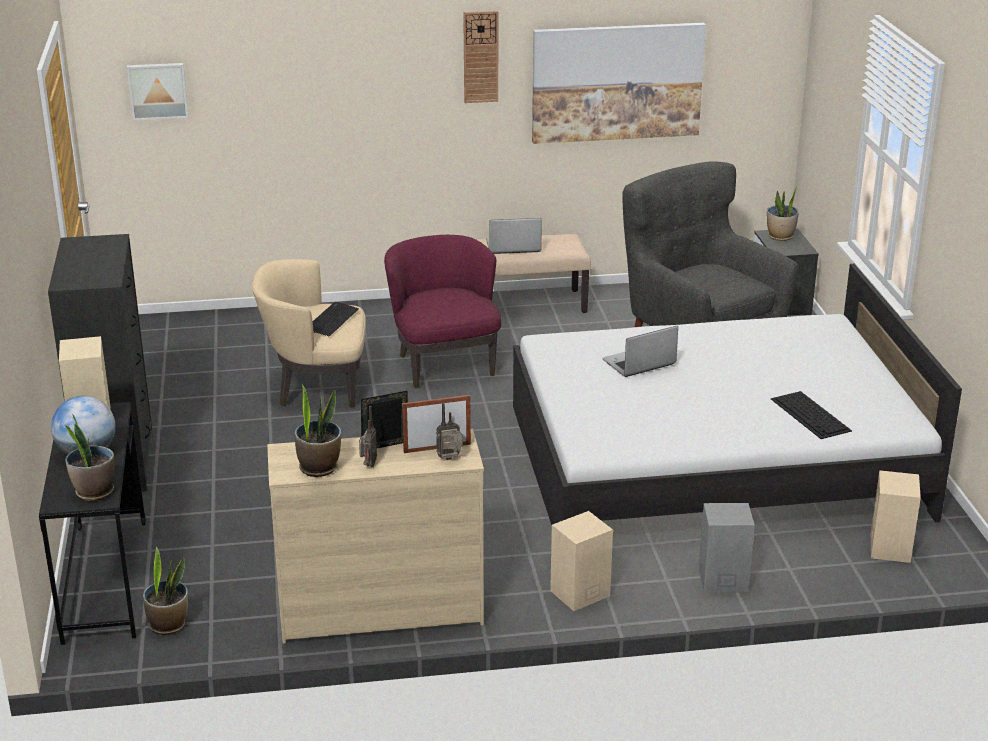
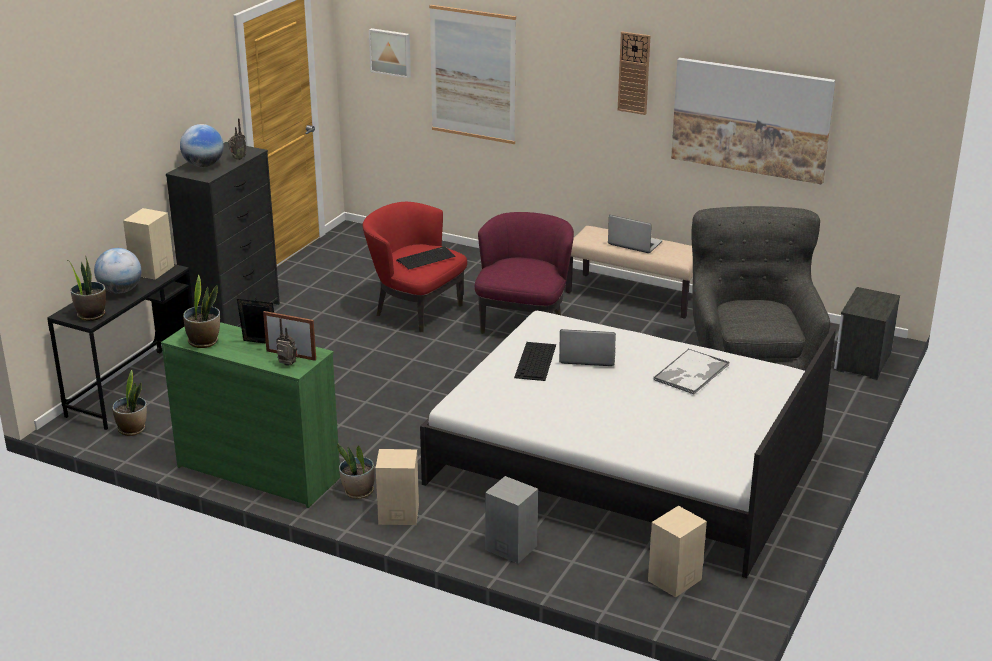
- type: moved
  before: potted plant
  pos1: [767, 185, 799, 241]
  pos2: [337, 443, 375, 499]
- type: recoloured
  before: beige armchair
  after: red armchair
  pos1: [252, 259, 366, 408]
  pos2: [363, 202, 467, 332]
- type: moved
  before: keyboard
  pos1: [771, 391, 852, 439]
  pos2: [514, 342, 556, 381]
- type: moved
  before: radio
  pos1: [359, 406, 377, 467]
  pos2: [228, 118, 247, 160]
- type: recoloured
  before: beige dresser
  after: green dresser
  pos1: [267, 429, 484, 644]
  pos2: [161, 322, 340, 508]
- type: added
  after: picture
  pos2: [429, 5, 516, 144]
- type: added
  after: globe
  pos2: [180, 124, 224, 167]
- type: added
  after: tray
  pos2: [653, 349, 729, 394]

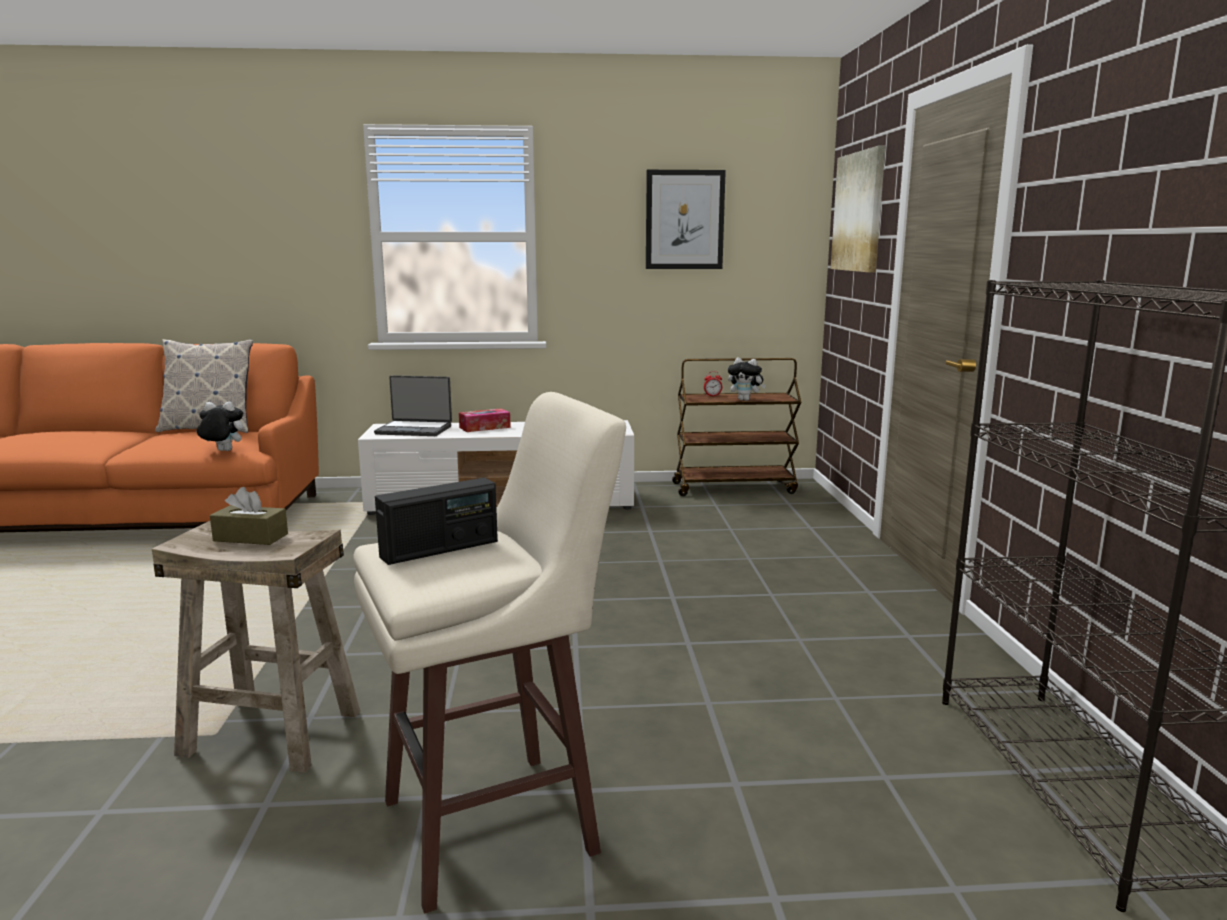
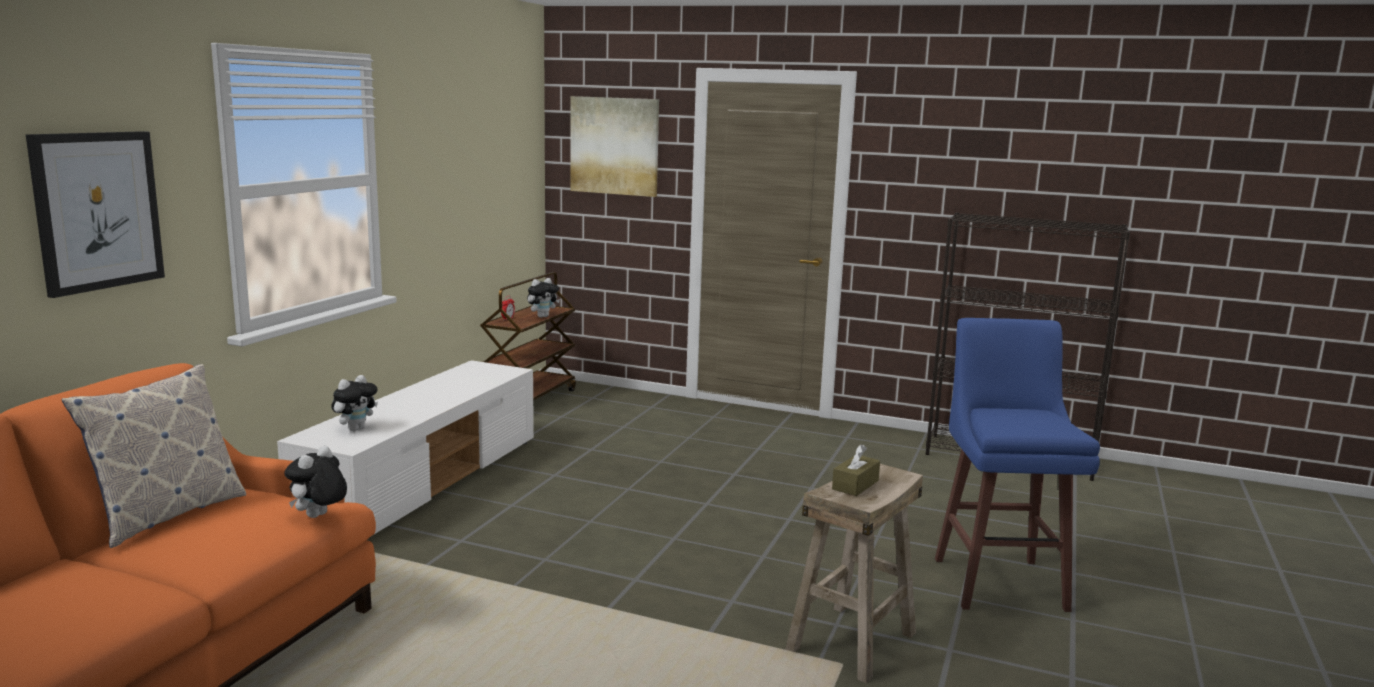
- type: moved
  before: picture
  pos1: [646, 170, 726, 269]
  pos2: [26, 131, 165, 298]
- type: replaced
  before: laptop
  after: plush toy
  pos1: [374, 375, 452, 436]
  pos2: [331, 375, 378, 431]
- type: recoloured
  before: beige stool
  after: blue stool
  pos1: [353, 392, 626, 914]
  pos2: [935, 318, 1100, 612]
- type: removed
  before: tissue box
  pos1: [459, 408, 511, 432]
- type: removed
  before: radio
  pos1: [375, 478, 498, 565]

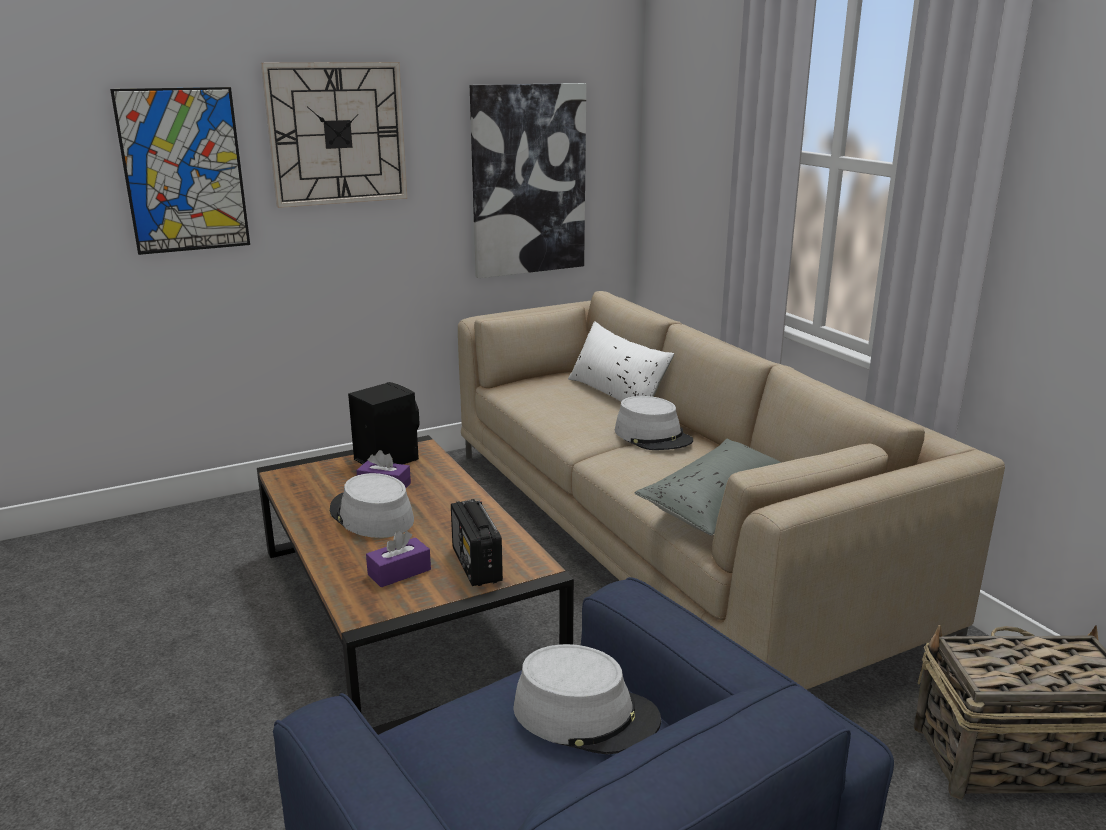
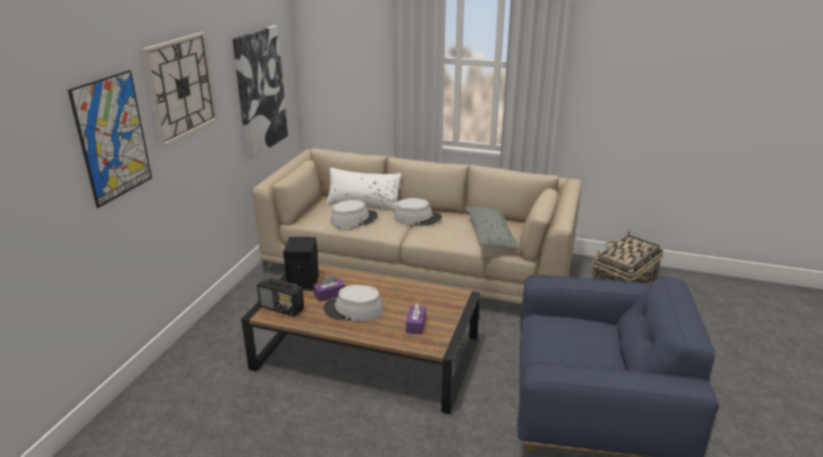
- type: moved
  before: radio
  pos1: [451, 499, 503, 586]
  pos2: [257, 277, 304, 317]
- type: moved
  before: grey hat
  pos1: [513, 644, 661, 755]
  pos2: [330, 200, 378, 228]

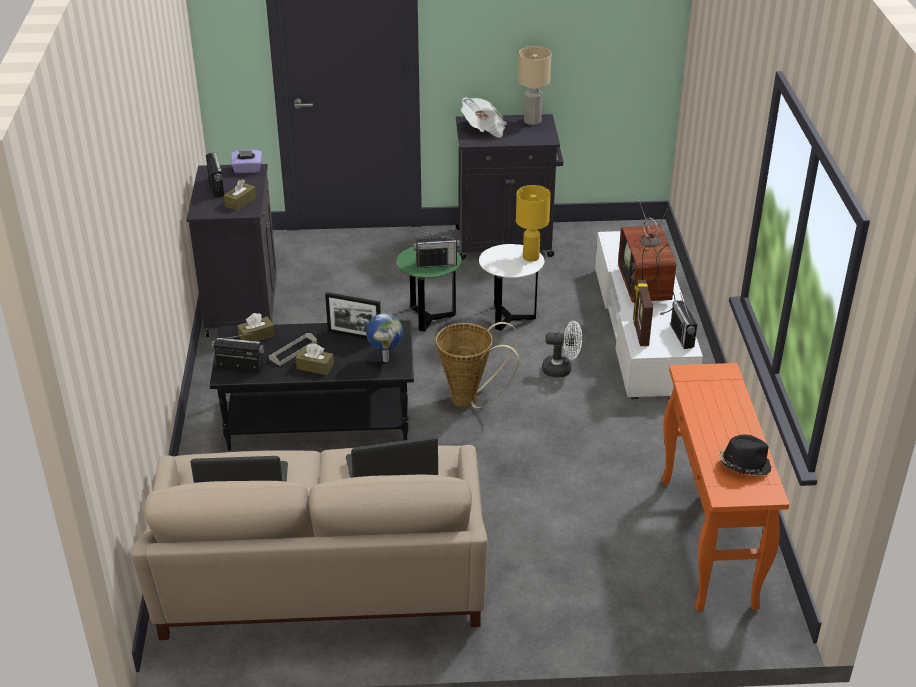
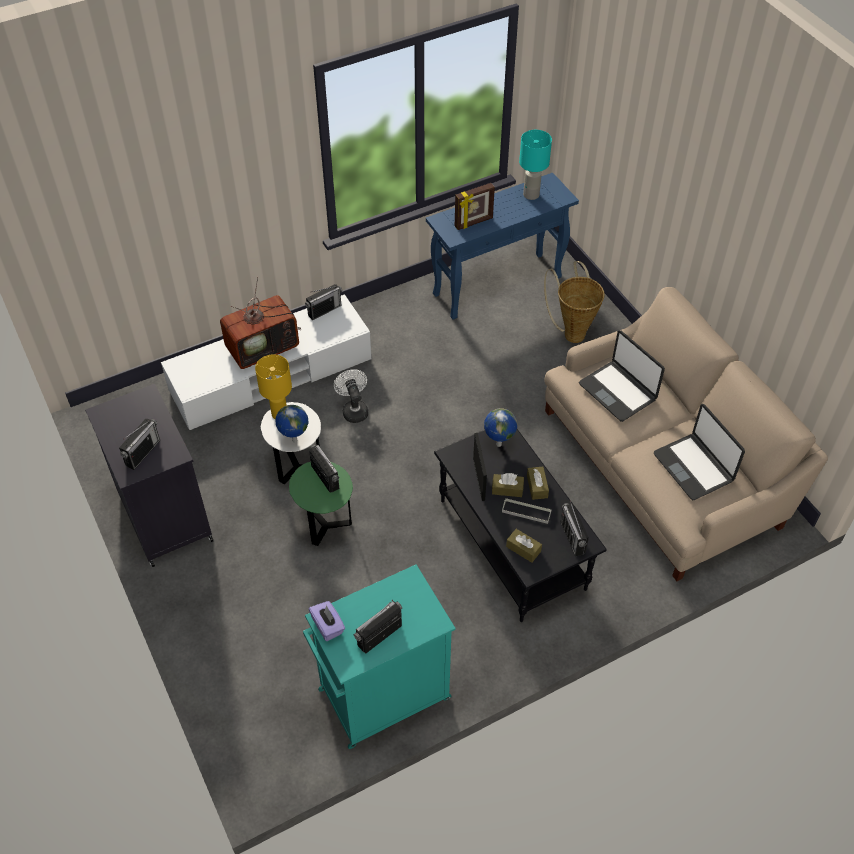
- type: removed
  before: beige table lamp
  pos1: [518, 46, 552, 125]
- type: replaced
  before: newspaper
  after: radio
  pos1: [461, 97, 507, 138]
  pos2: [119, 419, 160, 470]
- type: recoloured
  before: black cabinet
  after: turquoise cabinet
  pos1: [186, 164, 277, 337]
  pos2: [303, 564, 456, 749]
- type: moved
  before: brown tissue box
  pos1: [224, 179, 256, 211]
  pos2: [492, 473, 524, 497]
- type: moved
  before: picture frame
  pos1: [633, 280, 653, 346]
  pos2: [455, 183, 495, 230]
- type: moved
  before: basket
  pos1: [436, 322, 520, 408]
  pos2: [544, 261, 605, 343]
- type: recoloured
  before: orange console table
  after: blue console table
  pos1: [662, 363, 790, 612]
  pos2: [426, 173, 579, 320]
- type: replaced
  before: black hat
  after: turquoise table lamp
  pos1: [719, 435, 771, 476]
  pos2: [519, 130, 552, 200]
- type: added
  after: globe
  pos2: [275, 405, 308, 443]

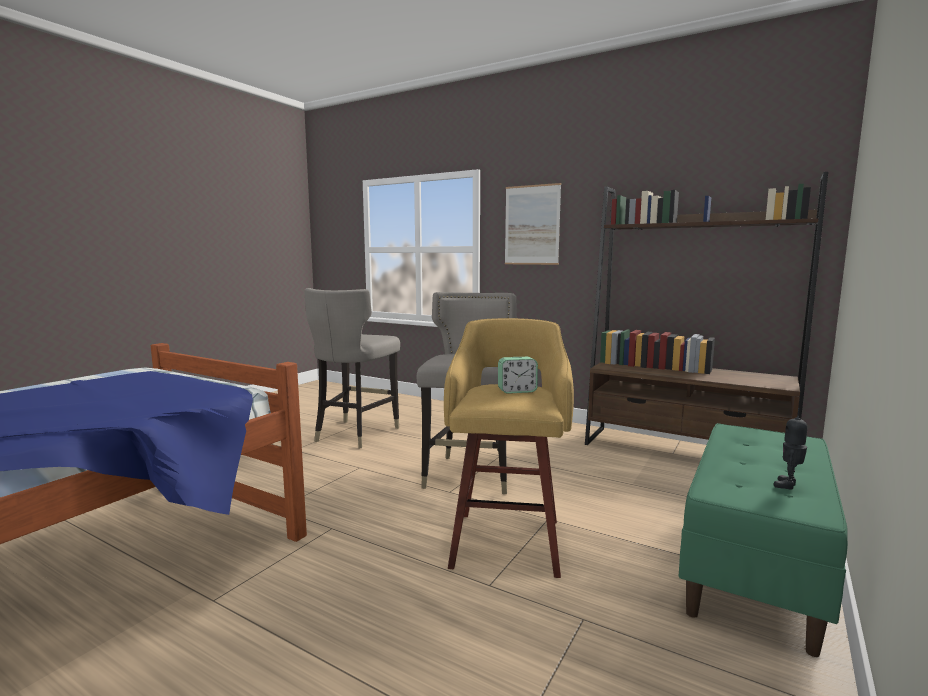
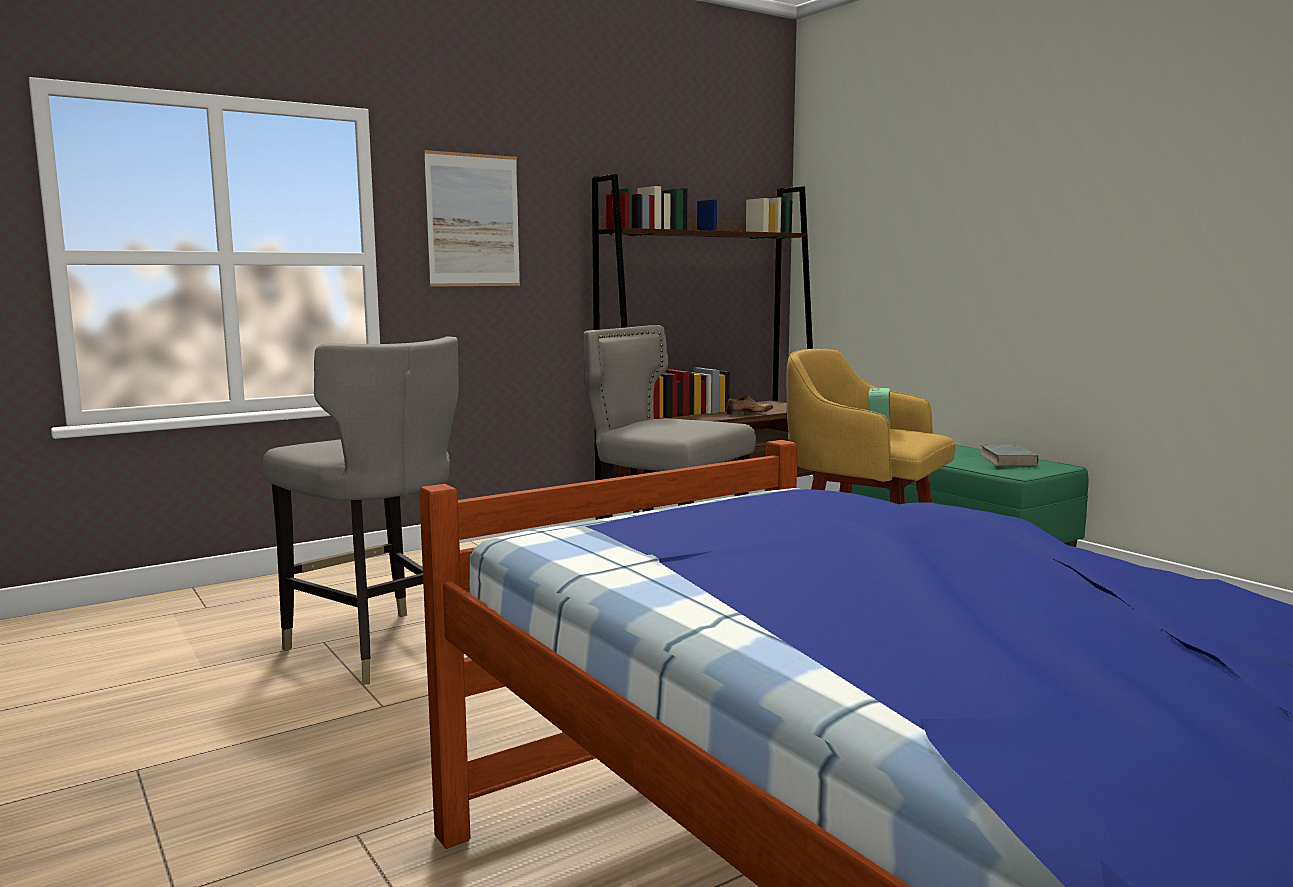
- type: replaced
  before: toy robot
  after: grey book
  pos1: [774, 408, 807, 489]
  pos2: [980, 445, 1038, 466]
- type: added
  after: shoe
  pos2: [727, 395, 773, 415]

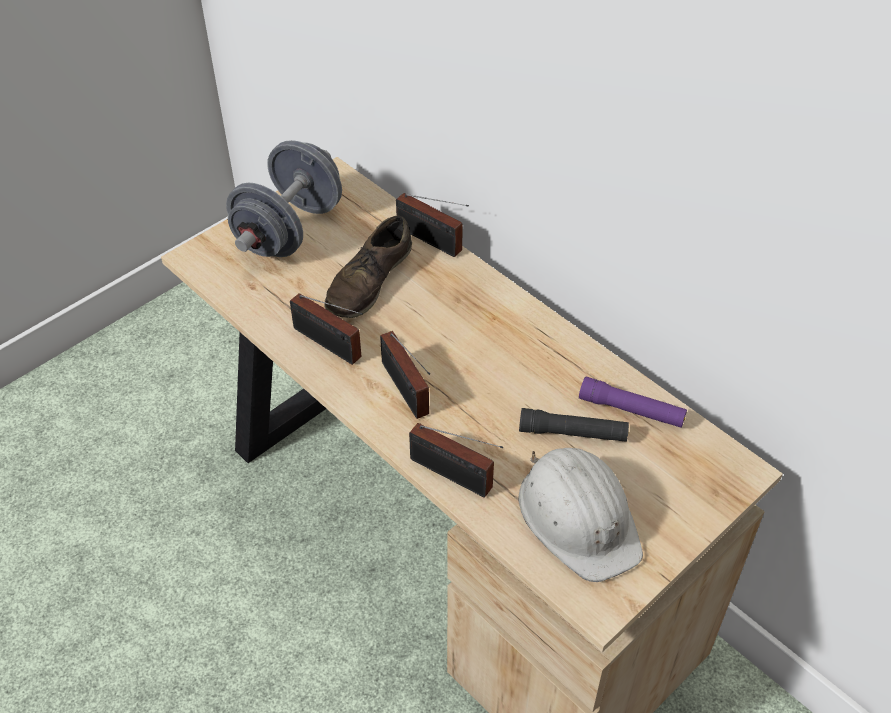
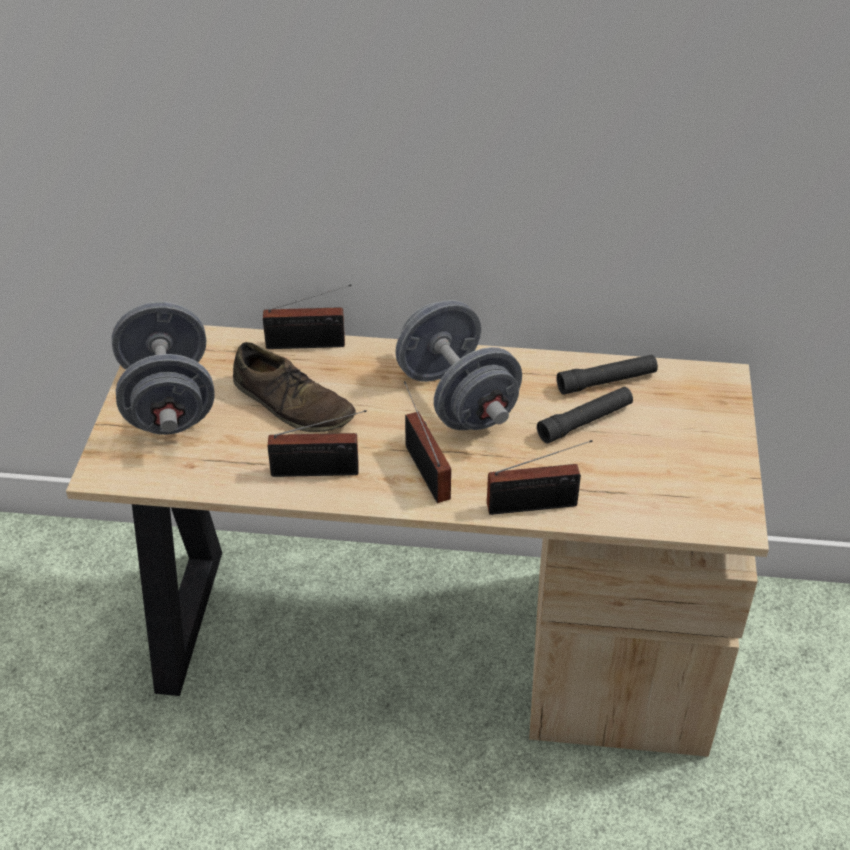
- type: turned
  before: brown shoe
  pos1: [324, 215, 412, 318]
  pos2: [233, 342, 356, 432]
  turn: -45
- type: turned
  before: radio
  pos1: [380, 331, 430, 419]
  pos2: [404, 381, 451, 503]
  turn: -135
- type: recoloured
  before: purple flashlight
  after: black flashlight
  pos1: [579, 377, 687, 428]
  pos2: [557, 355, 658, 395]
- type: removed
  before: white hard hat
  pos1: [519, 448, 643, 582]
- type: added
  after: grey dumbbell
  pos2: [395, 300, 522, 430]

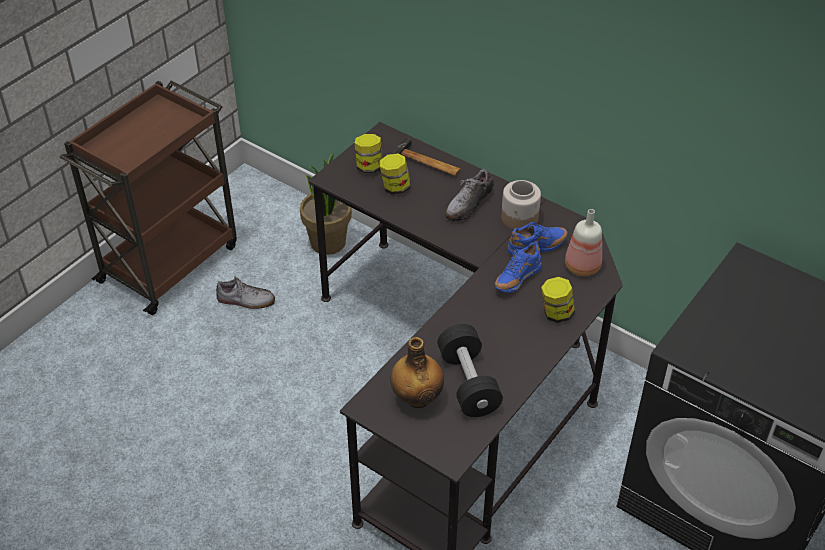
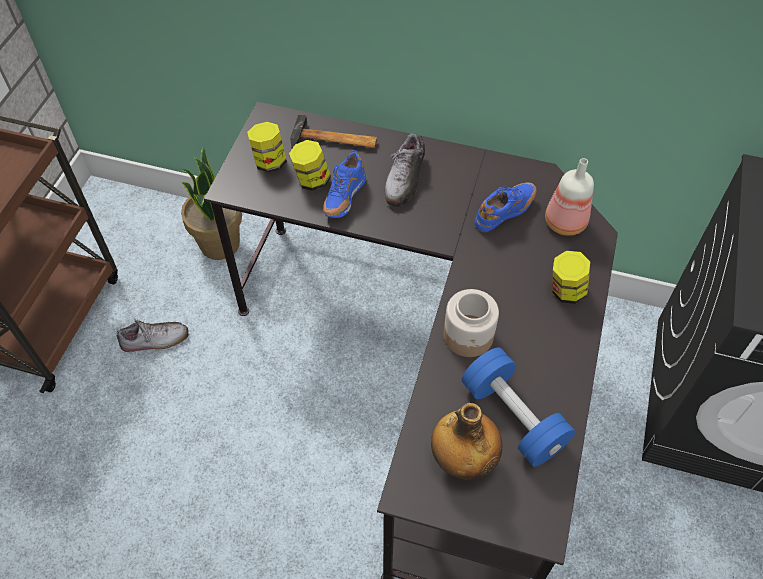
- type: moved
  before: jar
  pos1: [501, 180, 541, 230]
  pos2: [444, 289, 499, 357]
- type: moved
  before: blue shoe
  pos1: [495, 241, 542, 293]
  pos2: [323, 150, 366, 218]
- type: recoloured
  before: black dumbbell
  after: blue dumbbell
  pos1: [437, 324, 503, 417]
  pos2: [462, 348, 575, 467]

